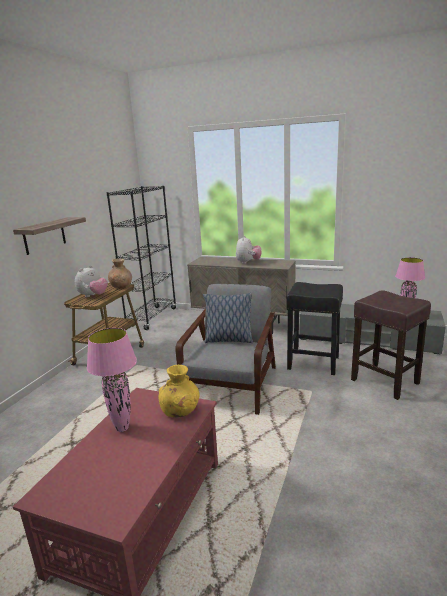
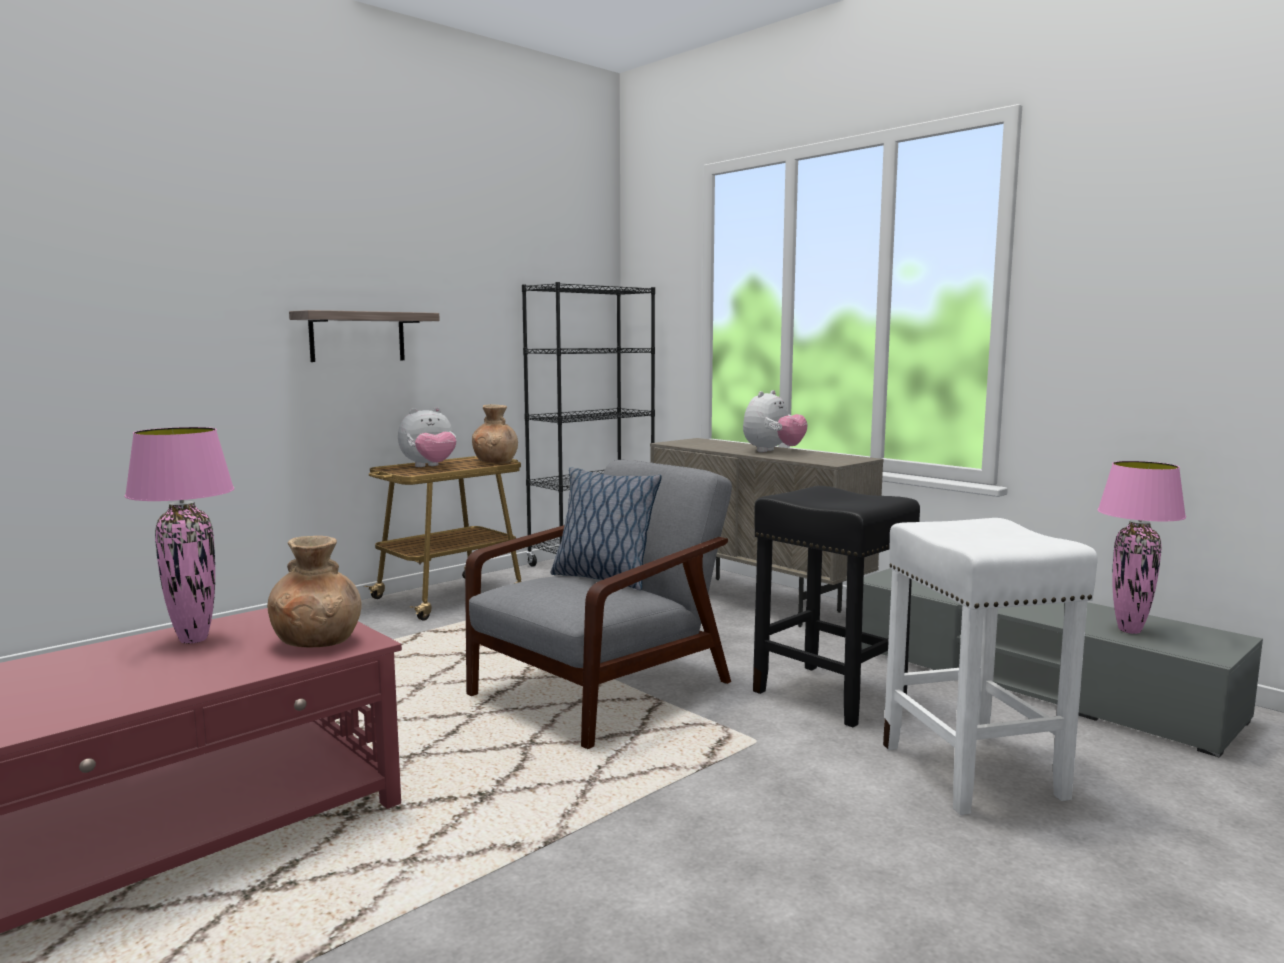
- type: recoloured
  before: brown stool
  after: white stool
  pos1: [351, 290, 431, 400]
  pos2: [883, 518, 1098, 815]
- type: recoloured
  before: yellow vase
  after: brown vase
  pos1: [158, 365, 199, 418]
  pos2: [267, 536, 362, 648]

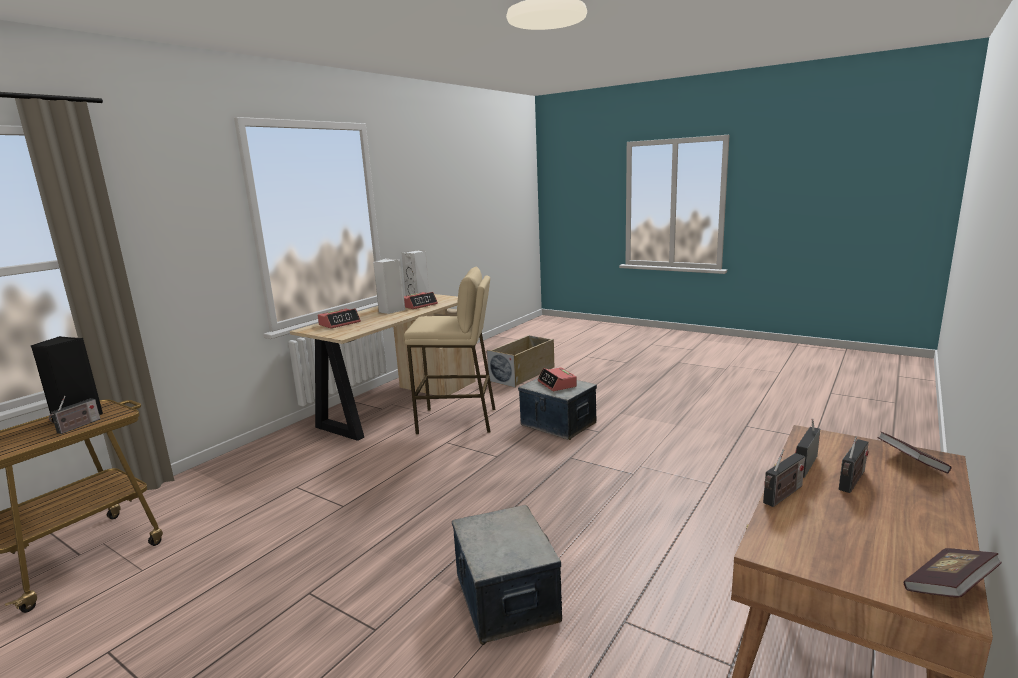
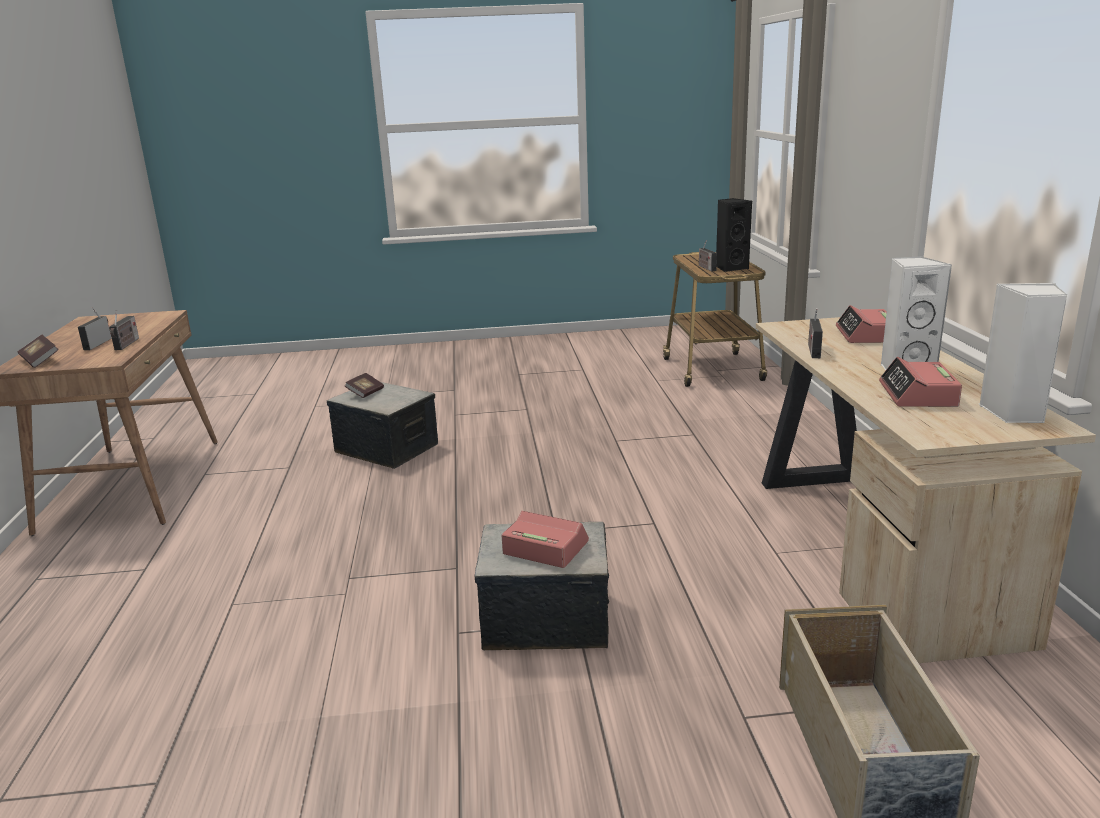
- type: removed
  before: beige stool
  pos1: [404, 267, 496, 434]
- type: moved
  before: radio
  pos1: [763, 449, 805, 507]
  pos2: [808, 308, 823, 358]
- type: moved
  before: book
  pos1: [904, 548, 1002, 597]
  pos2: [345, 373, 384, 398]

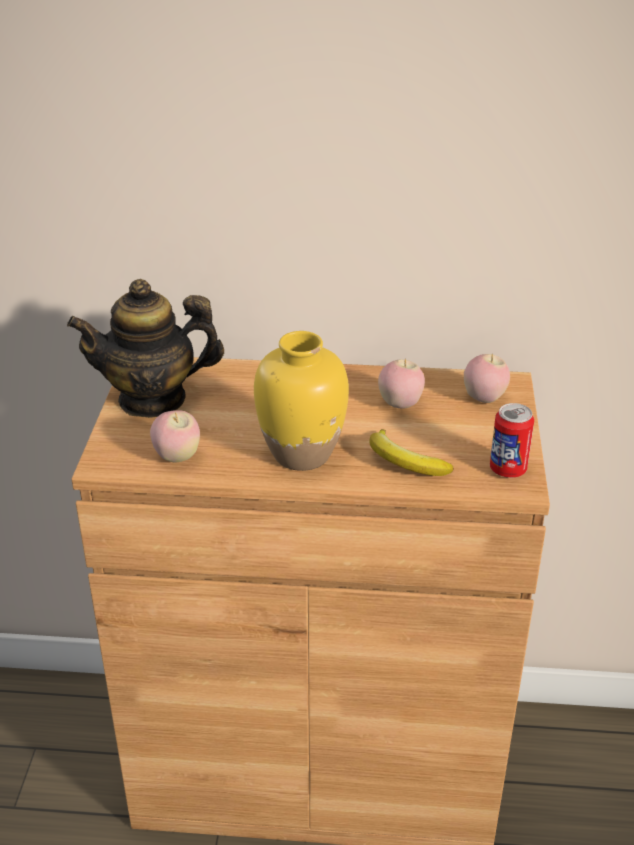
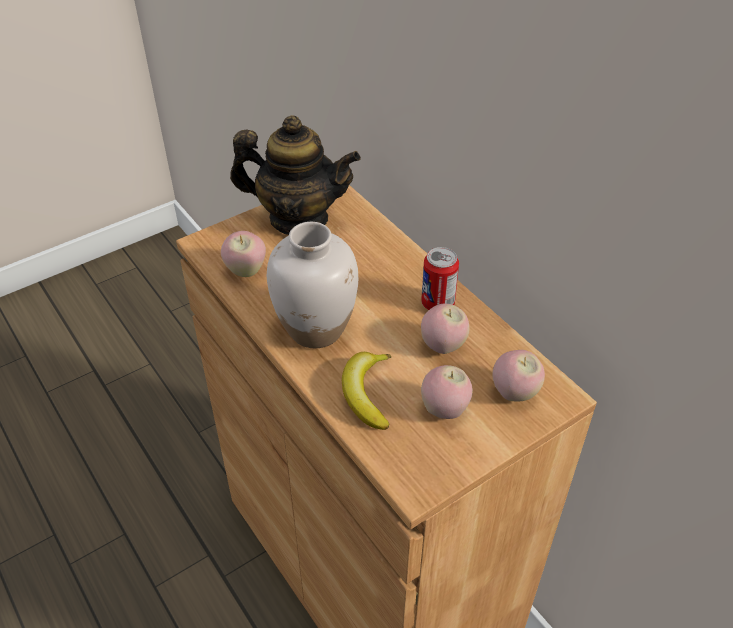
- type: turned
  before: teapot
  pos1: [67, 279, 224, 418]
  pos2: [230, 115, 361, 235]
  turn: 150
- type: recoloured
  before: yellow vase
  after: white vase
  pos1: [254, 331, 349, 471]
  pos2: [267, 222, 358, 348]
- type: moved
  before: can
  pos1: [490, 403, 534, 478]
  pos2: [421, 247, 459, 310]
- type: added
  after: apple
  pos2: [421, 365, 473, 419]

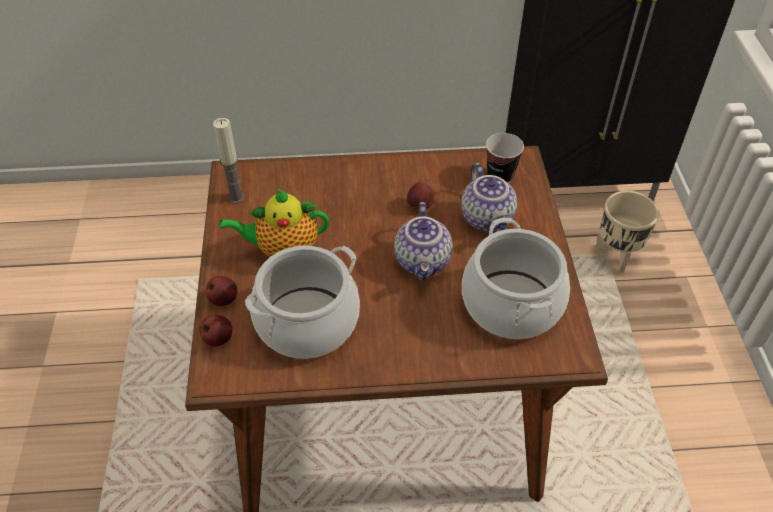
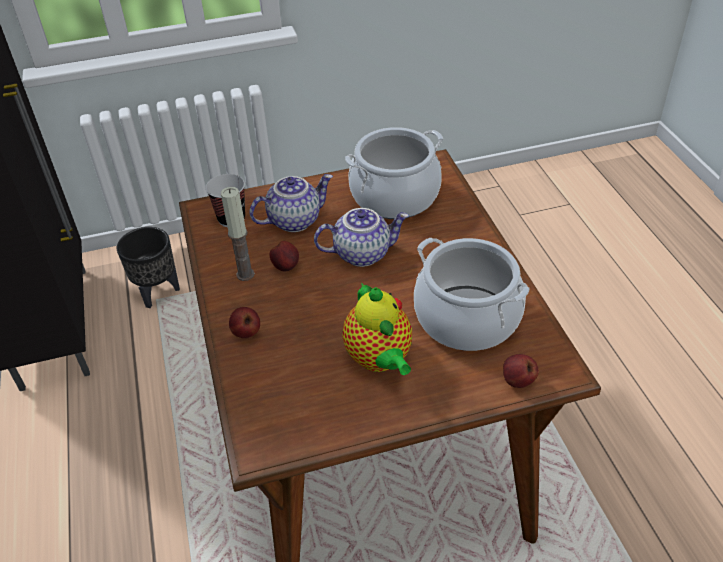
- type: moved
  before: candle
  pos1: [213, 118, 245, 204]
  pos2: [221, 187, 255, 281]
- type: recoloured
  before: beige planter
  after: black planter
  pos1: [595, 191, 659, 272]
  pos2: [117, 227, 180, 308]
- type: moved
  before: apple
  pos1: [206, 276, 237, 306]
  pos2: [229, 307, 260, 338]

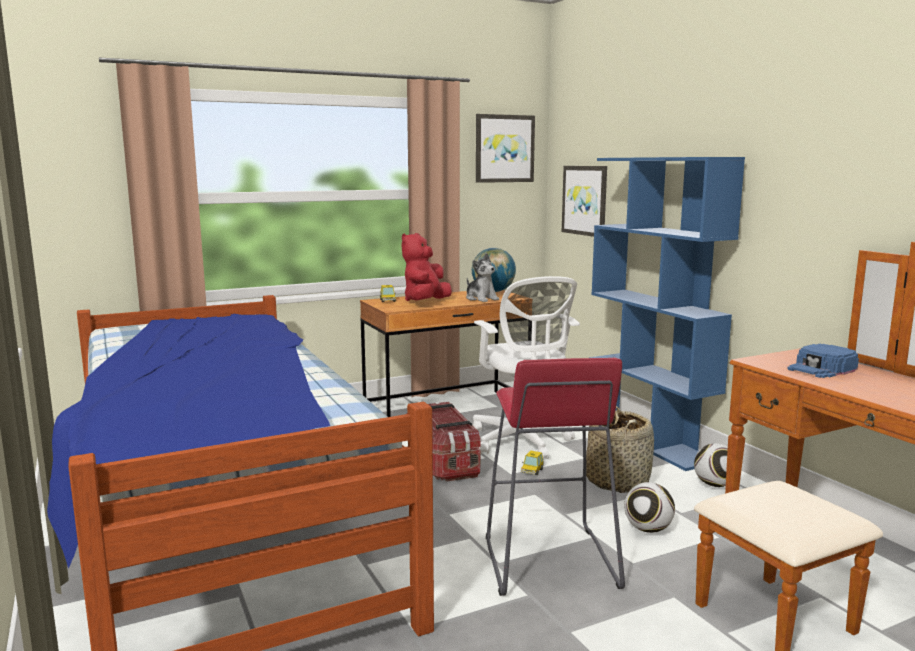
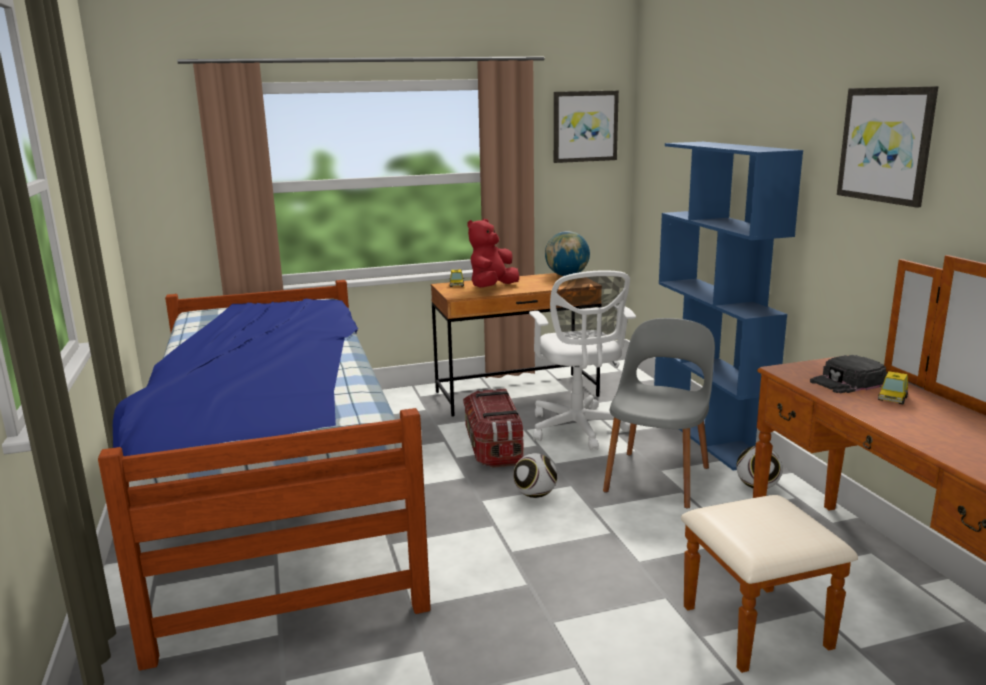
- type: moved
  before: picture
  pos1: [562, 166, 607, 237]
  pos2: [837, 86, 938, 208]
- type: removed
  before: plush toy
  pos1: [466, 253, 499, 302]
- type: recoloured
  before: blue cap
  after: black cap
  pos1: [787, 344, 859, 378]
  pos2: [810, 355, 887, 394]
- type: removed
  before: red stool
  pos1: [486, 358, 625, 596]
- type: replaced
  before: basket
  after: grey chair
  pos1: [586, 406, 654, 493]
  pos2: [603, 318, 715, 509]
- type: moved
  before: toy car
  pos1: [521, 450, 544, 475]
  pos2: [878, 371, 908, 404]
- type: moved
  before: football
  pos1: [624, 482, 675, 533]
  pos2: [513, 453, 557, 498]

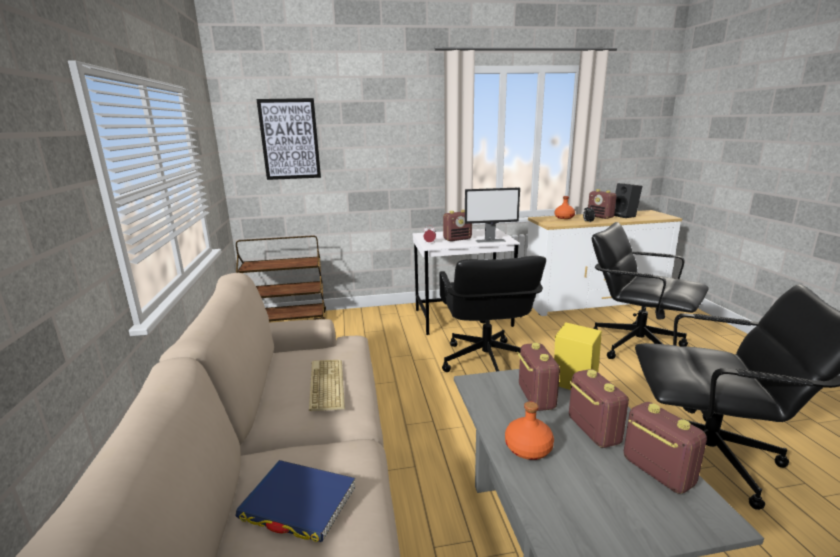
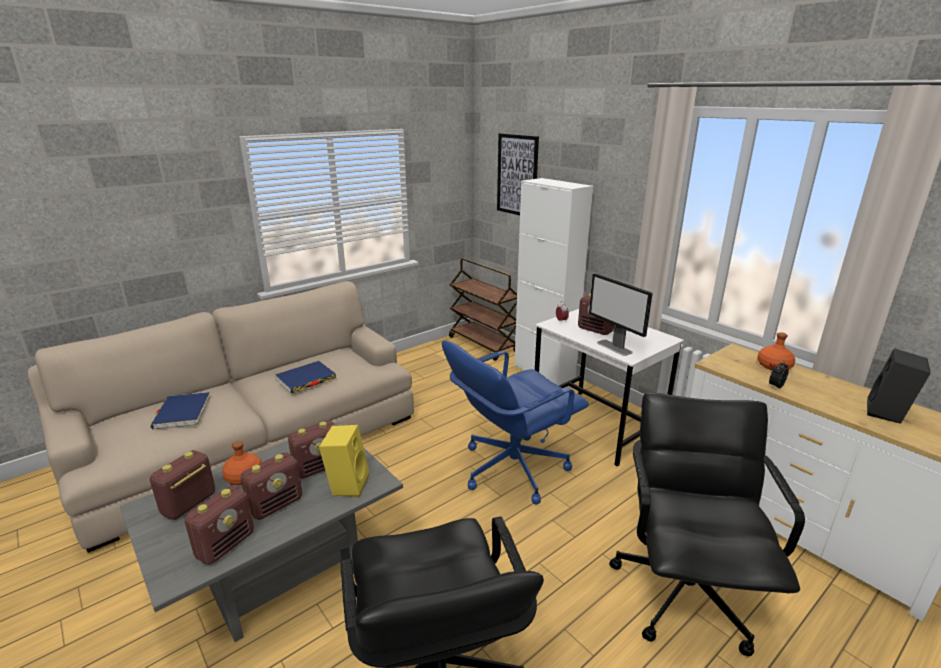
- type: moved
  before: radio
  pos1: [588, 189, 617, 219]
  pos2: [150, 450, 215, 520]
- type: recoloured
  before: black office chair
  after: blue office chair
  pos1: [439, 256, 546, 372]
  pos2: [442, 341, 589, 504]
- type: replaced
  before: keyboard
  after: blue book
  pos1: [309, 360, 345, 411]
  pos2: [275, 361, 336, 393]
- type: added
  after: white cabinet
  pos2: [514, 178, 593, 386]

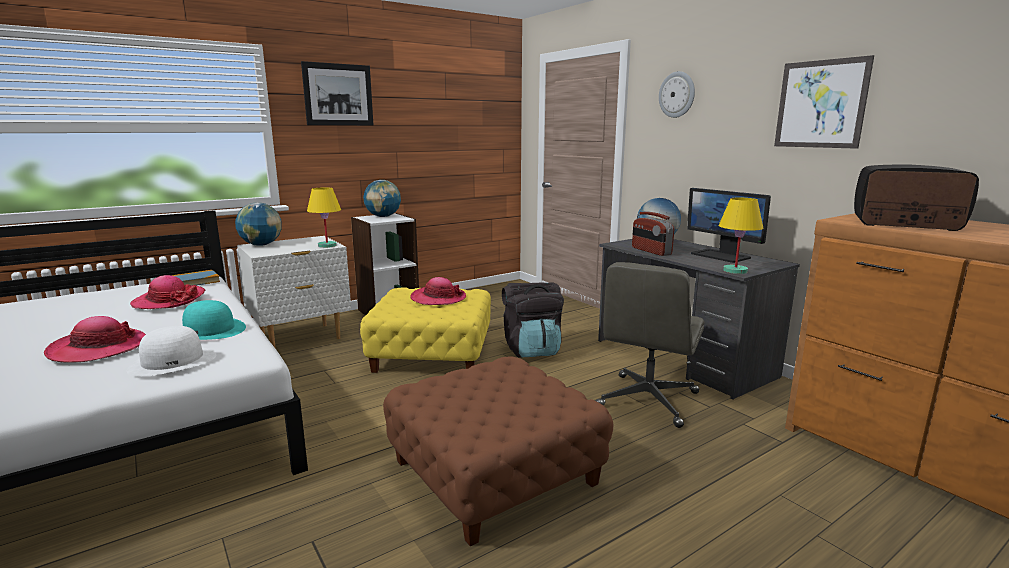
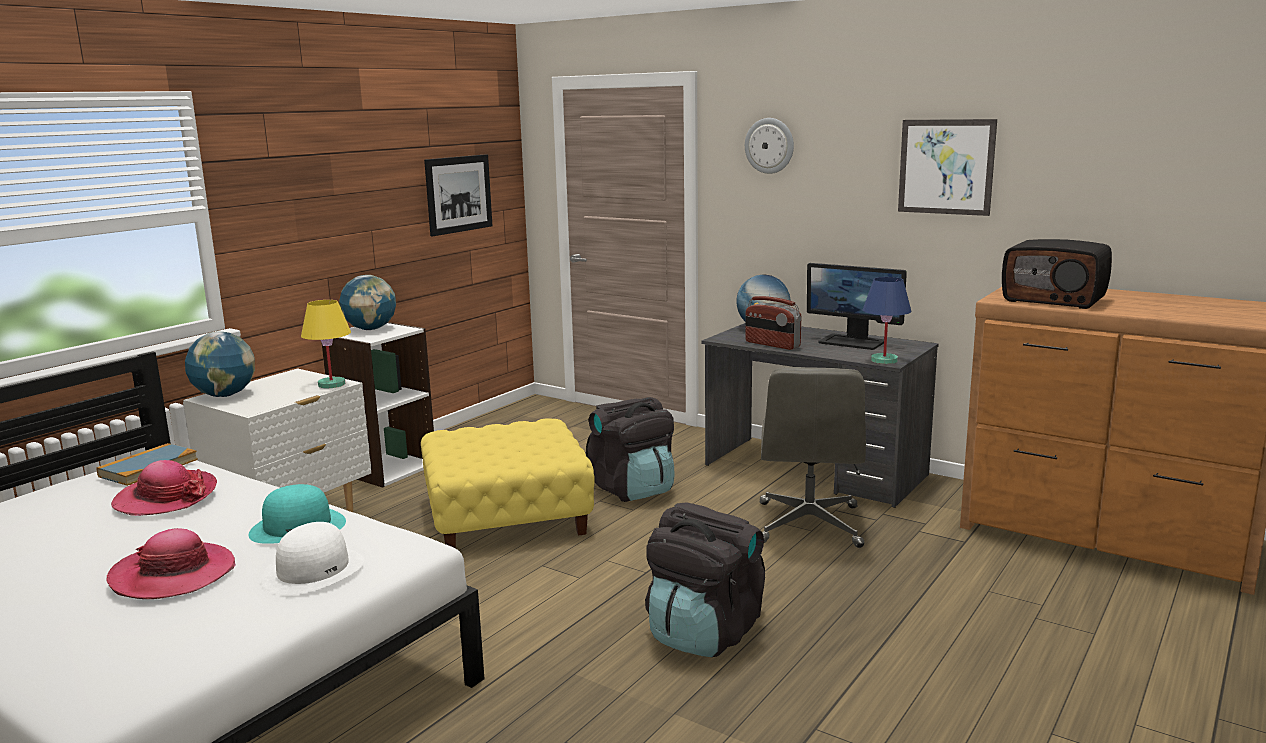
- type: moved
  before: picture
  pos1: [301, 61, 373, 125]
  pos2: [424, 154, 493, 236]
- type: turned
  before: radio
  pos1: [854, 165, 979, 231]
  pos2: [1002, 239, 1112, 309]
  turn: -150
- type: recoloured
  before: yellow table lamp
  after: blue table lamp
  pos1: [718, 198, 763, 274]
  pos2: [863, 277, 911, 364]
- type: removed
  before: hat
  pos1: [410, 277, 466, 305]
- type: replaced
  before: brown ottoman
  after: black backpack
  pos1: [383, 356, 613, 546]
  pos2: [645, 502, 765, 657]

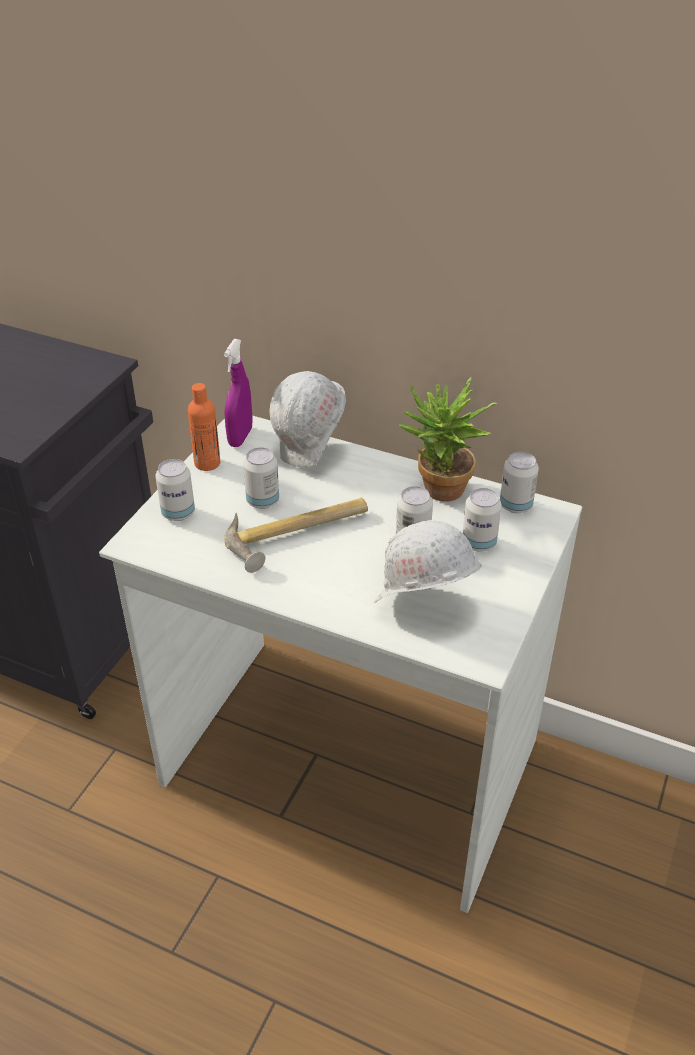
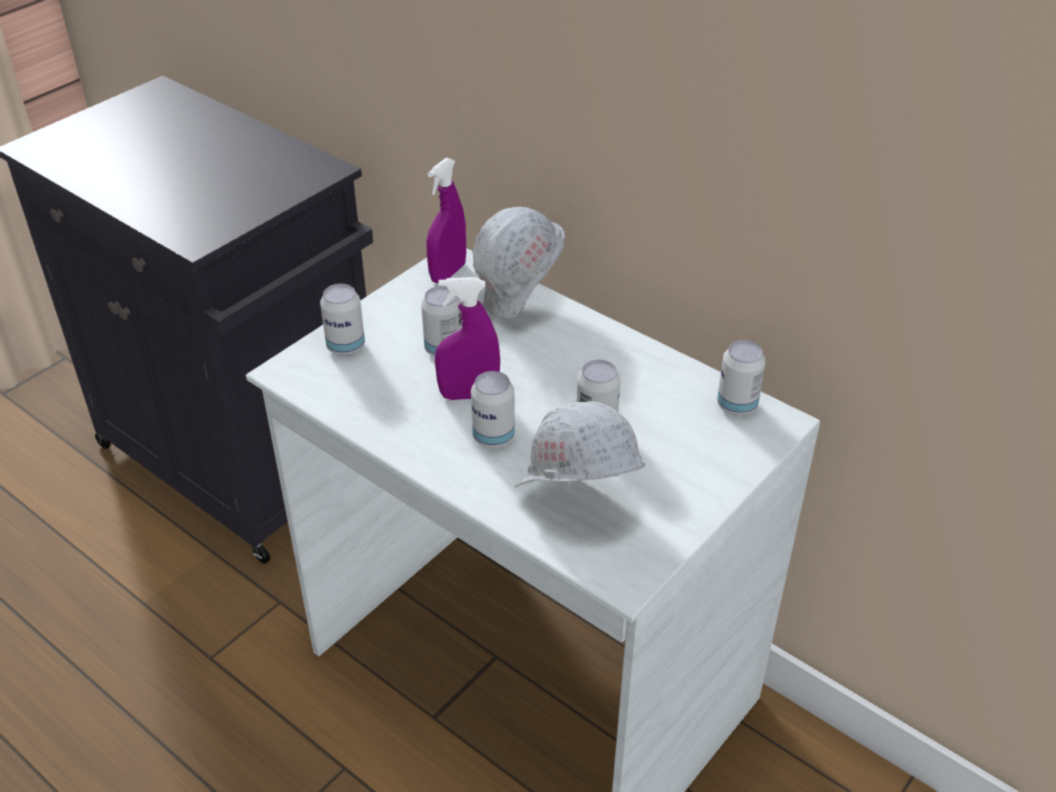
- type: removed
  before: potted plant
  pos1: [399, 378, 497, 502]
- type: removed
  before: orange bottle
  pos1: [188, 383, 220, 471]
- type: moved
  before: can
  pos1: [463, 488, 502, 552]
  pos2: [471, 371, 515, 448]
- type: replaced
  before: hammer
  after: purple spray bottle
  pos1: [224, 497, 368, 573]
  pos2: [435, 277, 500, 400]

